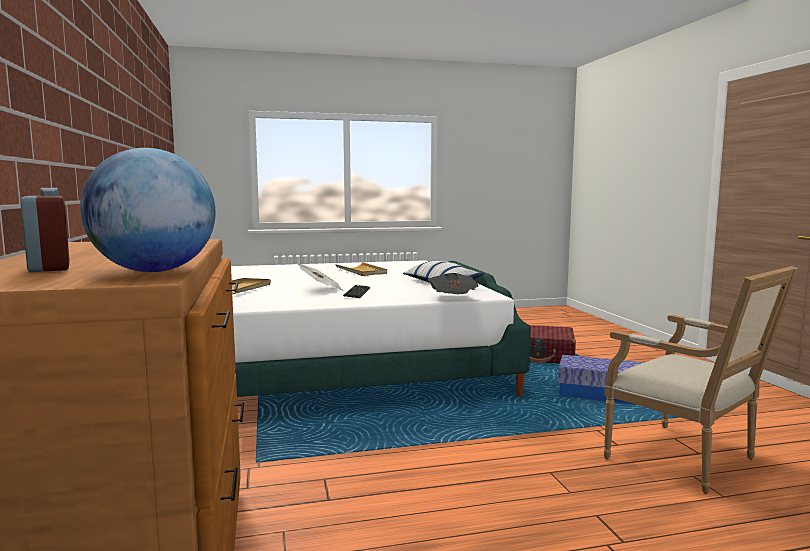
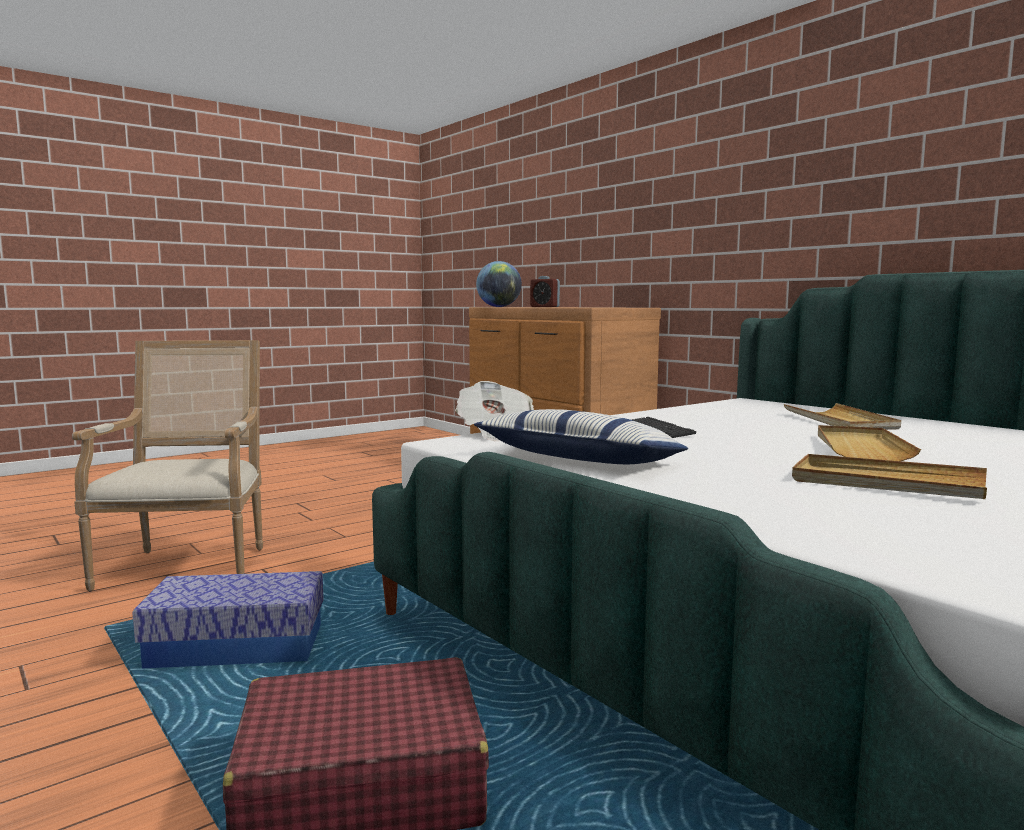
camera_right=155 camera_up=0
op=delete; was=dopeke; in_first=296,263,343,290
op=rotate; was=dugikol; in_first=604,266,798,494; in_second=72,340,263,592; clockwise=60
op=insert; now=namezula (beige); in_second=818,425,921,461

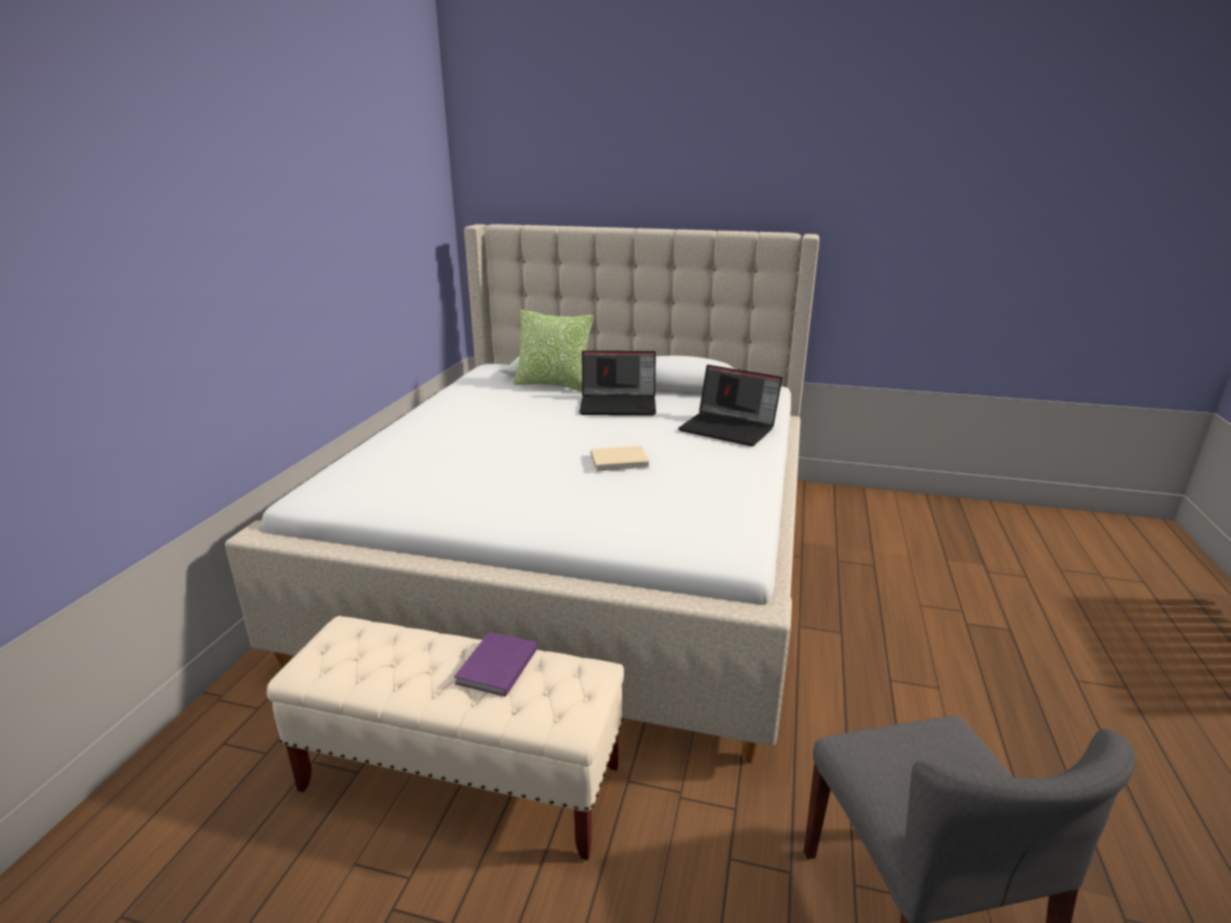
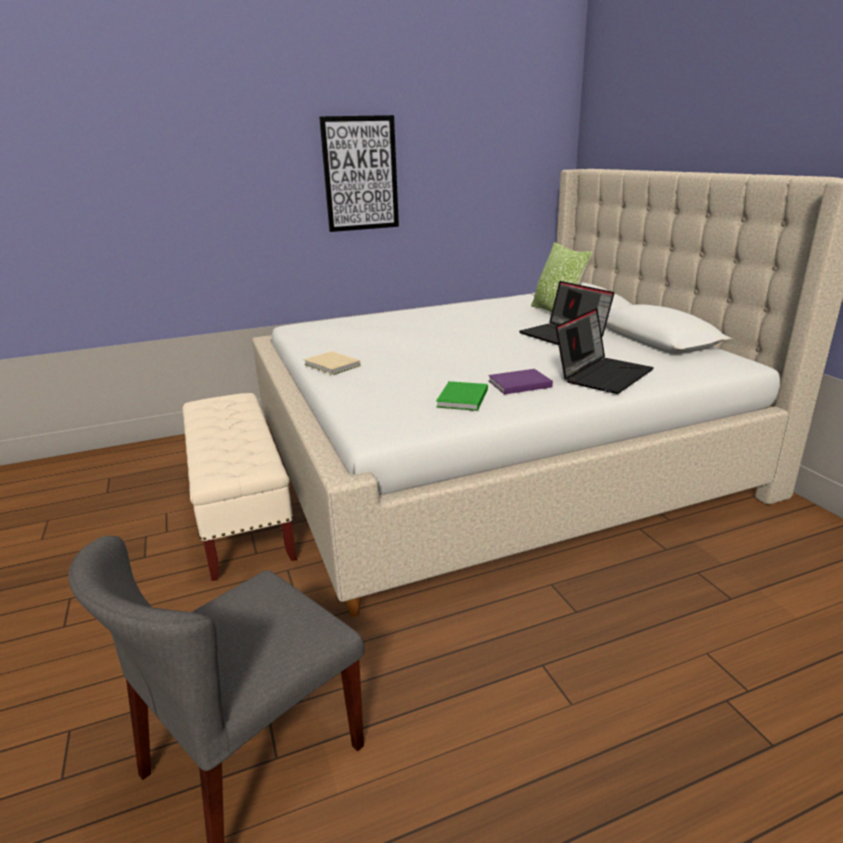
camera_right=55 camera_up=0
op=rotate; was=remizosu; in_first=678,365,782,446; in_second=556,308,654,394; clockwise=-135
op=move; was=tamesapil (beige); in_first=591,445,650,471; in_second=304,351,361,375
op=move; was=tamesapil (purple); in_first=454,632,537,697; in_second=488,369,553,394
op=insert; now=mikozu; in_second=319,115,399,232
op=insert; now=tamesapil (green); in_second=436,381,488,411

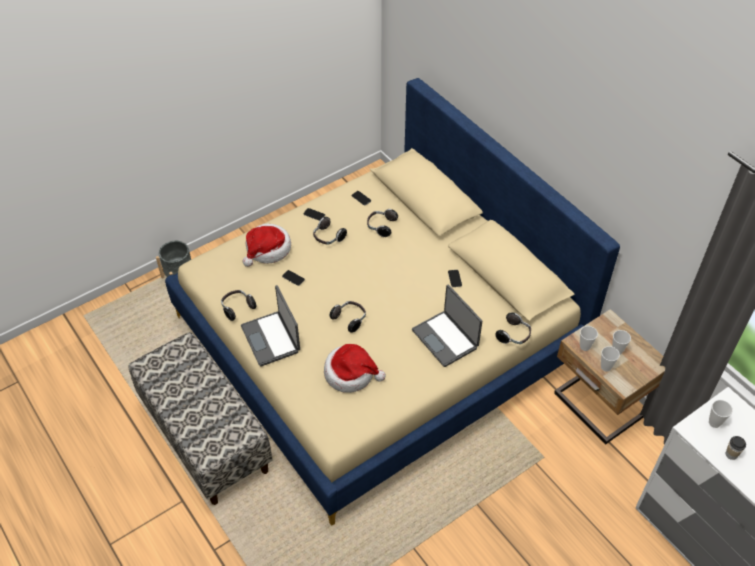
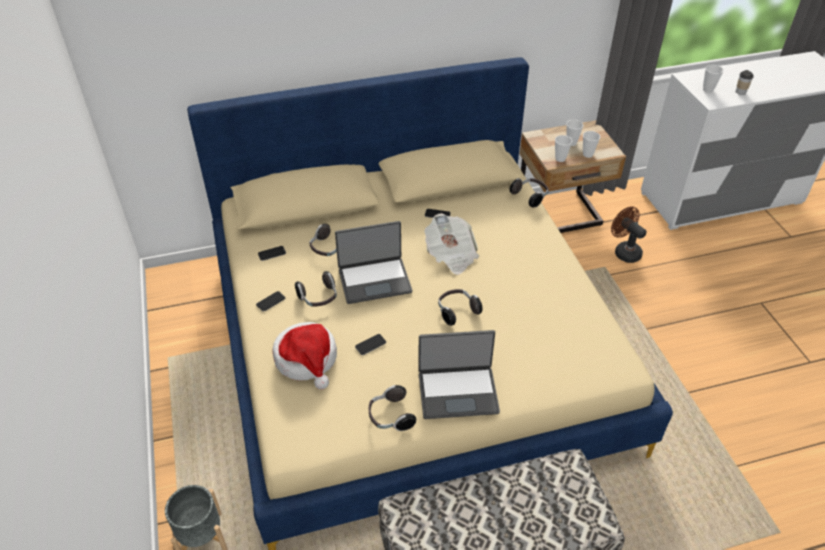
camera_right=-70 camera_up=-5
op=move; was=remizosu; in_first=412,285,482,367; in_second=335,221,412,304
op=delete; was=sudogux; in_first=324,344,386,393
op=insert; now=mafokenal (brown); in_second=611,207,646,263
op=insert; now=dopeke; in_second=424,213,479,275

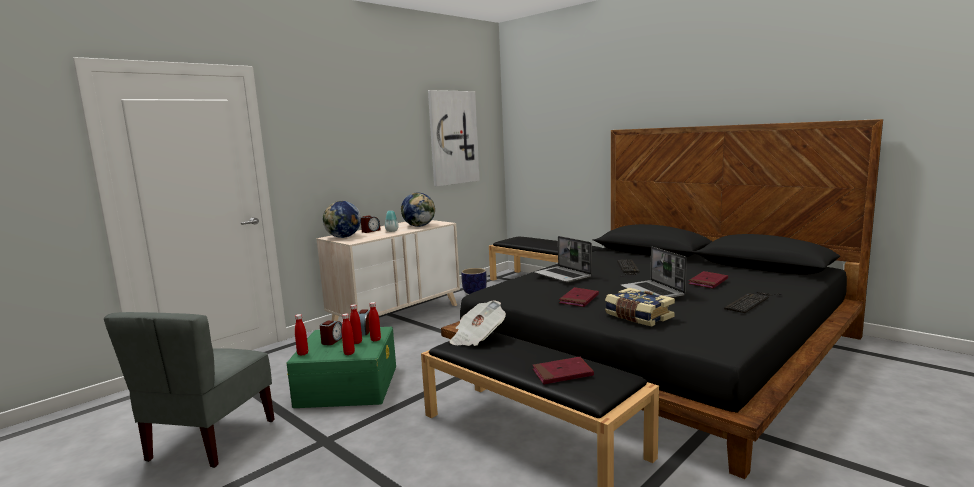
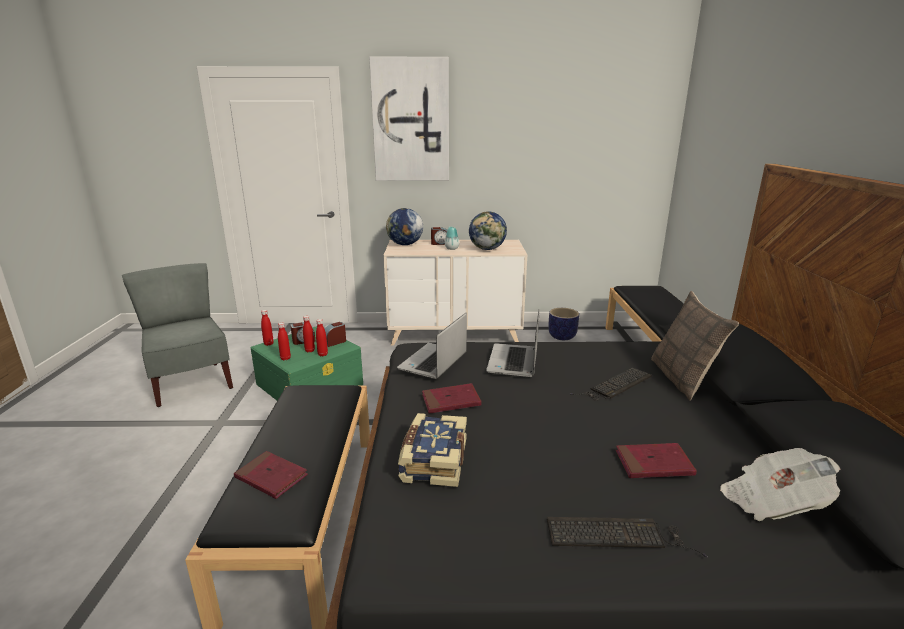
camera_right=45 camera_up=10
op=move; was=mikozu; in_first=428,90,480,187; in_second=369,57,449,181
op=move; was=remizosu; in_first=620,247,687,298; in_second=397,313,467,379
op=move; was=dopeke; in_first=449,300,506,346; in_second=720,448,840,521
op=rotate; was=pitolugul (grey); in_first=104,312,275,468; in_second=122,263,233,407; clockwise=90
op=insert; now=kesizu; in_second=651,291,739,401

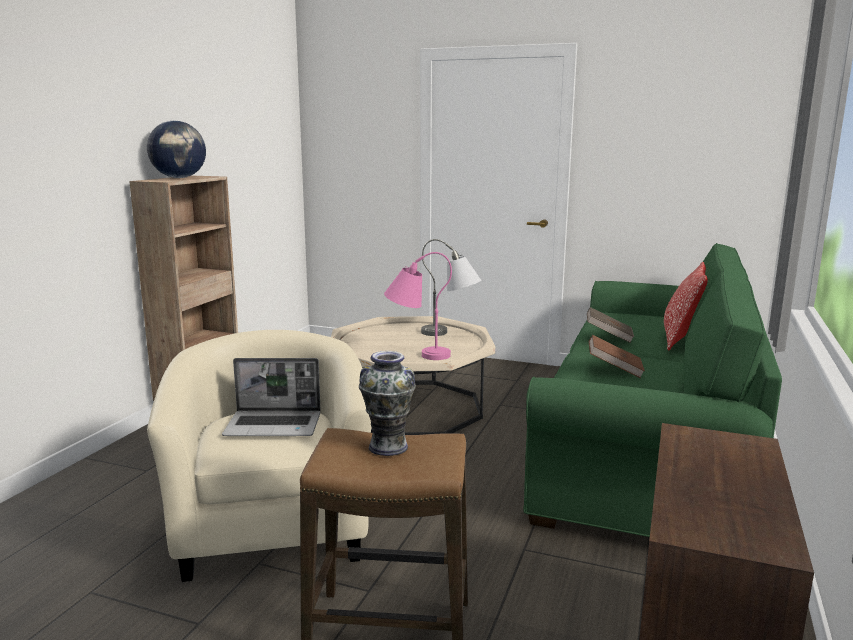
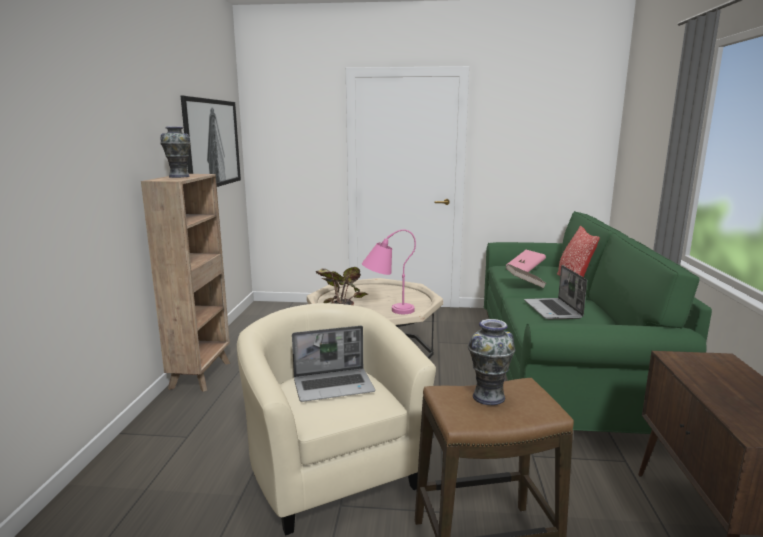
camera_right=-15 camera_up=0
op=replace; was=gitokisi; now=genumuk; in_first=147,121,206,178; in_second=160,127,191,178
op=delete; was=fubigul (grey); in_first=421,239,481,336
op=replace; was=tamesapil (brown); now=remizosu; in_first=589,335,645,378; in_second=524,265,587,319
op=insert; now=mikozu; in_second=181,96,241,187
op=insert; now=tamesapil (pink); in_second=506,250,546,272
op=insert; now=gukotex; in_second=316,267,368,305

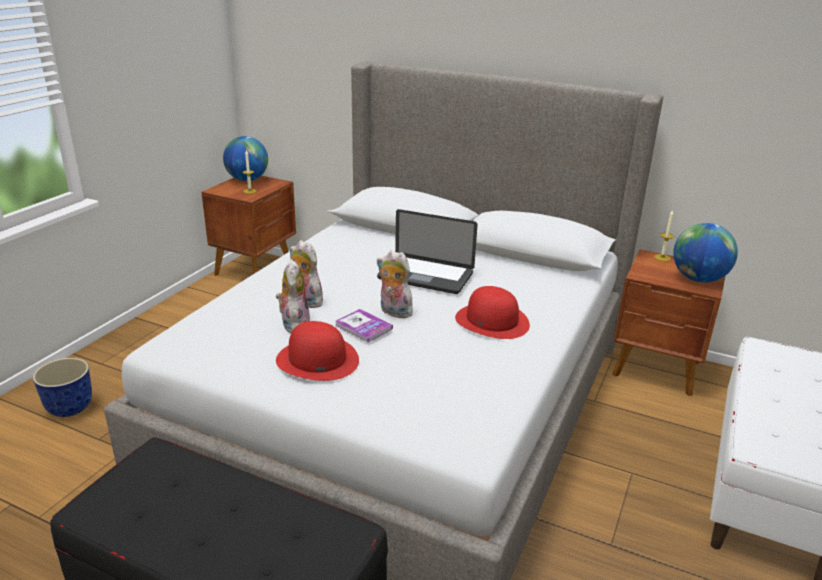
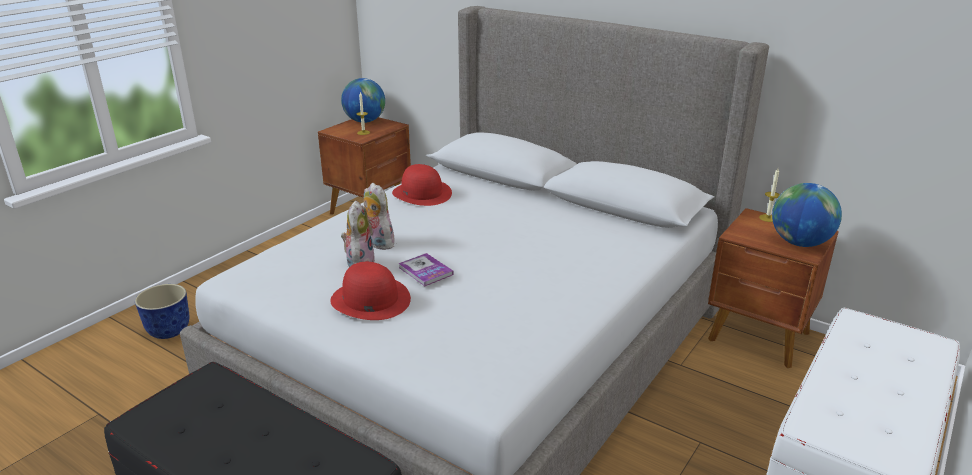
camera_right=10 camera_up=0
op=delete; was=remizosu; in_first=377,209,478,294
op=delete; was=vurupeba; in_first=377,250,413,318
op=move; was=sudogux (red); in_first=455,286,530,339; in_second=392,164,452,206

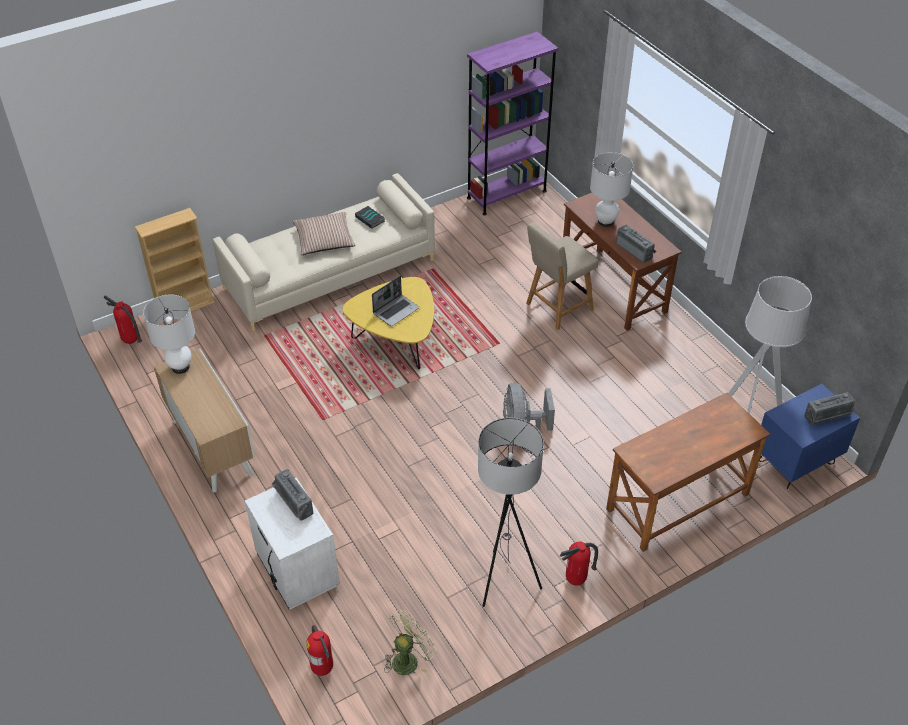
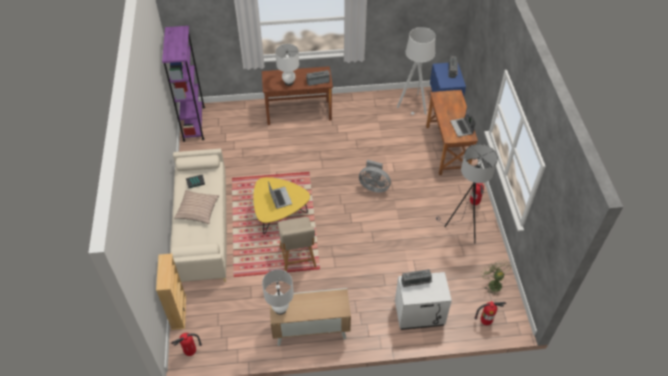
camera_right=-65 camera_up=5
op=move; was=pitolugul (beige); in_first=526,223,598,330; in_second=278,217,316,272
op=insert; now=remizosu; in_second=450,108,476,137

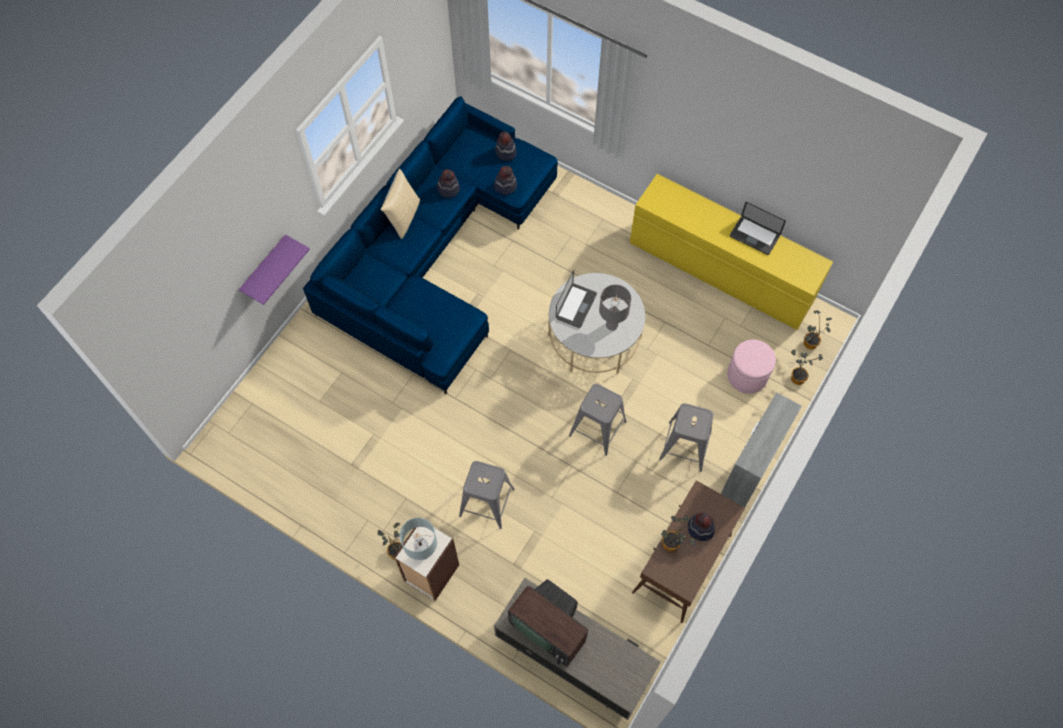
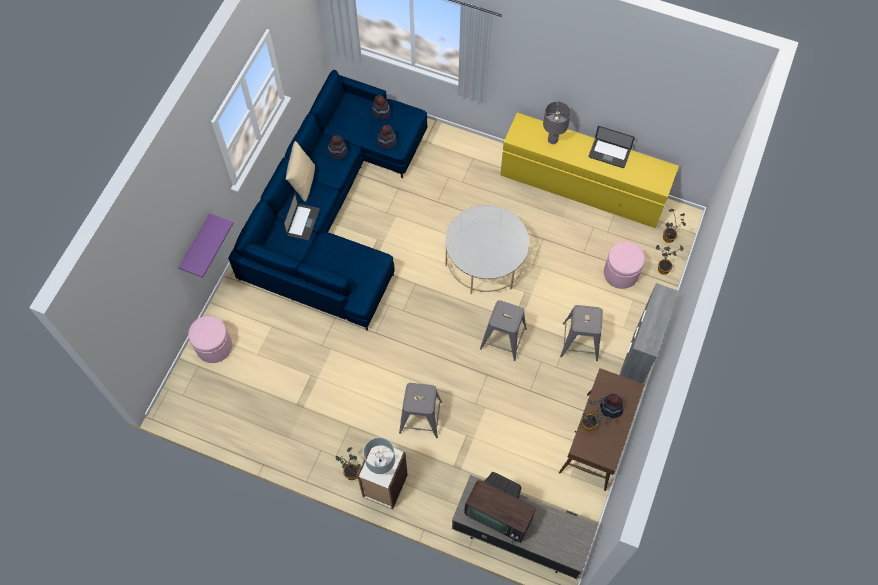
camera_right=-10 camera_up=0
op=move; was=remizosu; in_first=556,270,597,328; in_second=284,192,320,241
op=move; was=fubigul (grey); in_first=599,285,631,331; in_second=543,101,571,144
op=insert; now=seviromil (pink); in_second=188,316,232,363

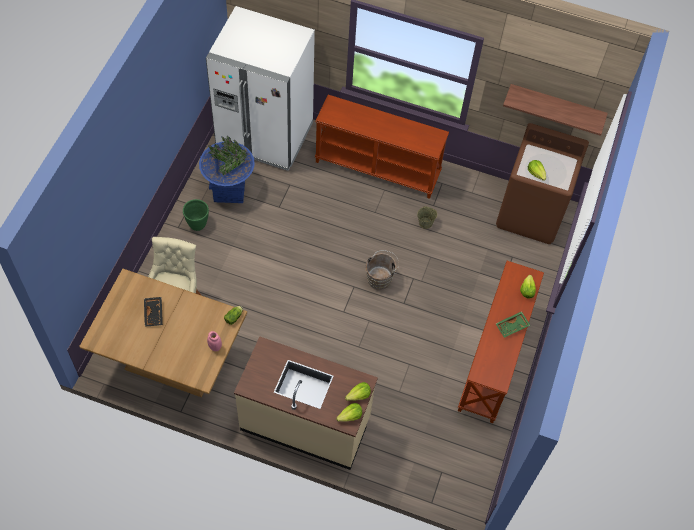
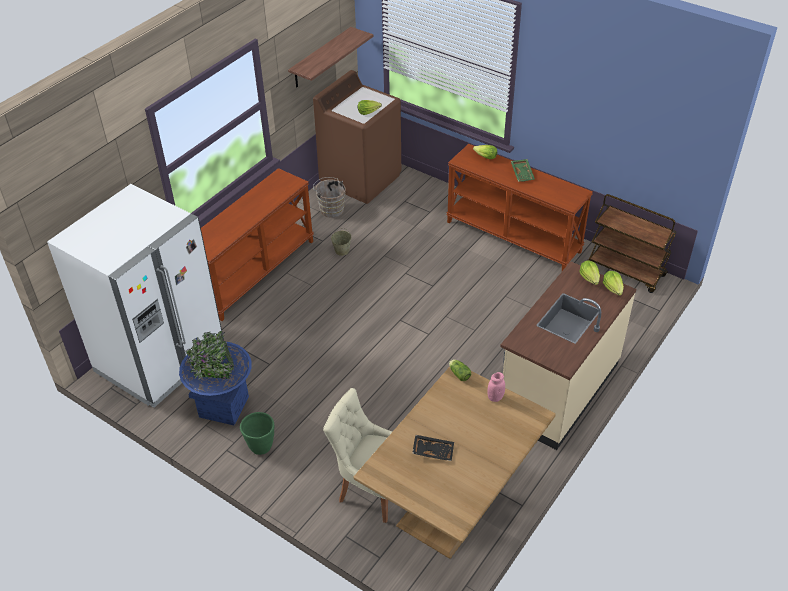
camera_right=-70 camera_up=-15
op=move; was=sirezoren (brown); in_first=366,250,399,290; in_second=313,177,346,218
op=insert; now=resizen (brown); in_second=588,194,677,293

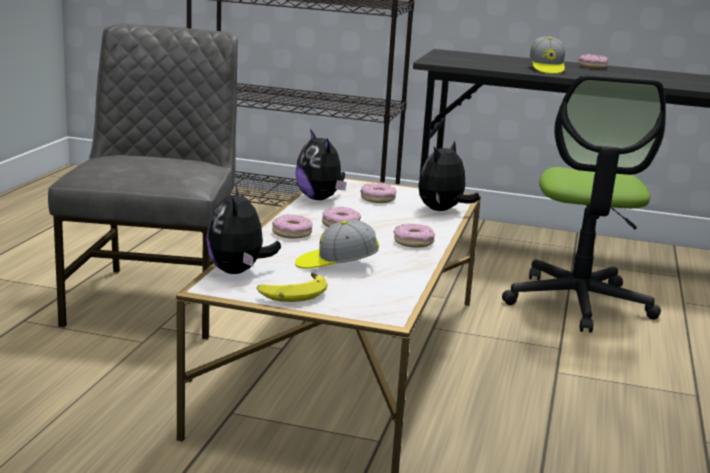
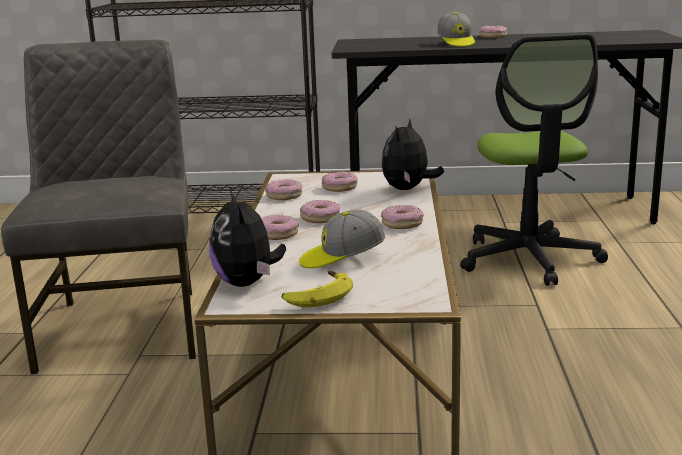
camera_right=-10 camera_up=0
op=replace; was=vurupeba; now=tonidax; in_first=295,129,347,200; in_second=265,179,302,200

